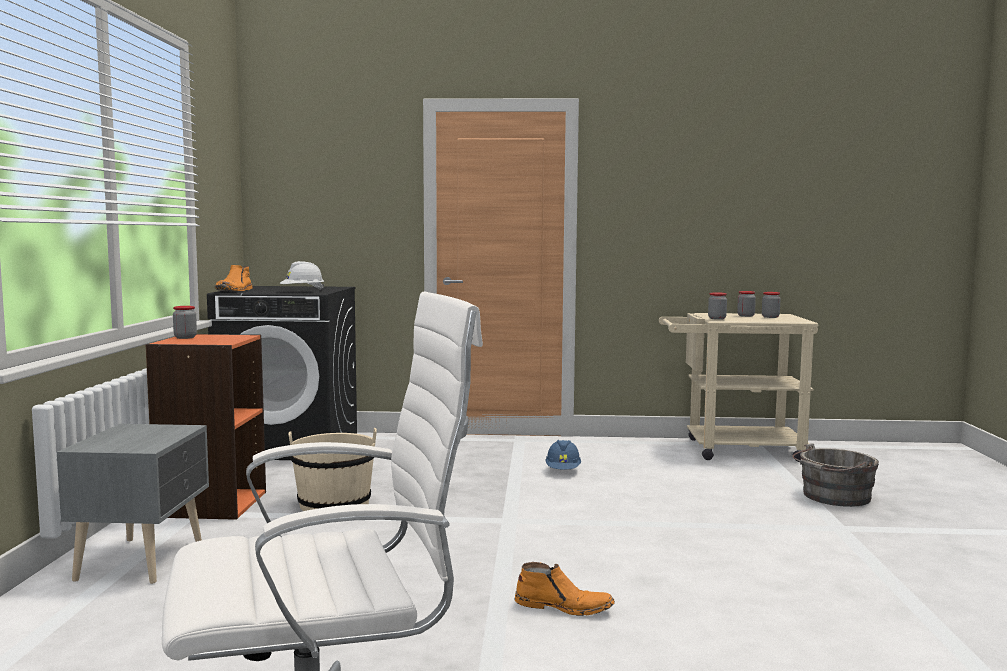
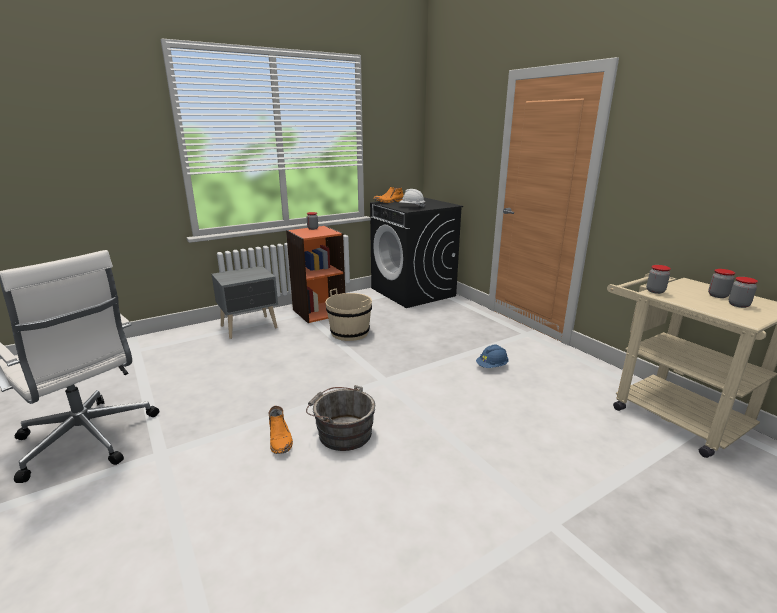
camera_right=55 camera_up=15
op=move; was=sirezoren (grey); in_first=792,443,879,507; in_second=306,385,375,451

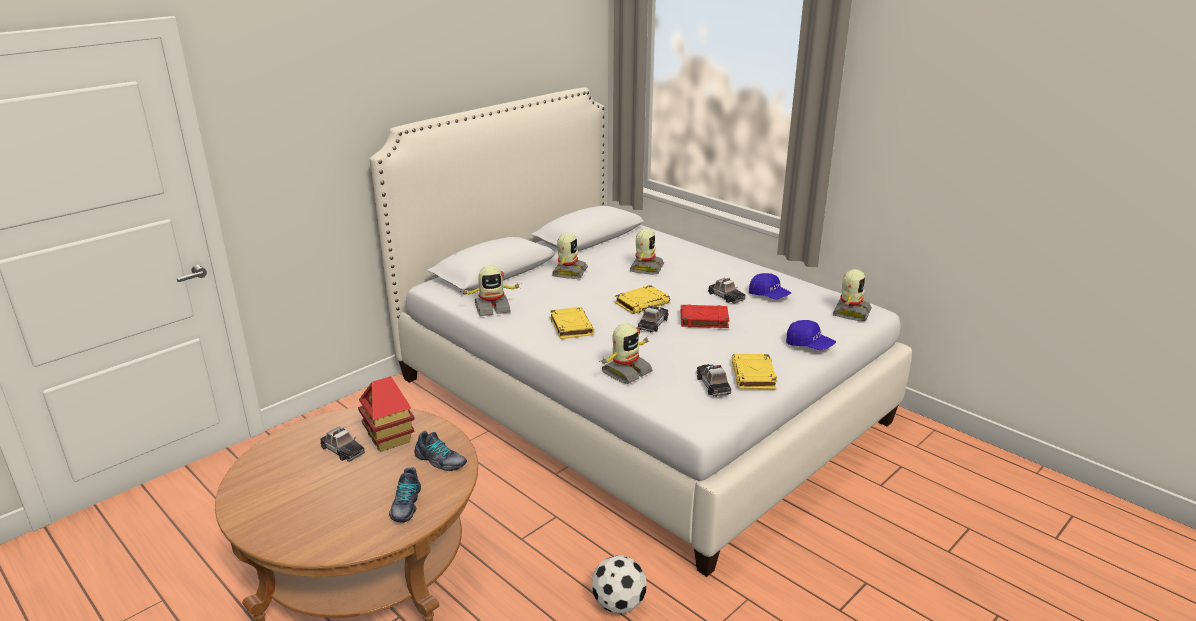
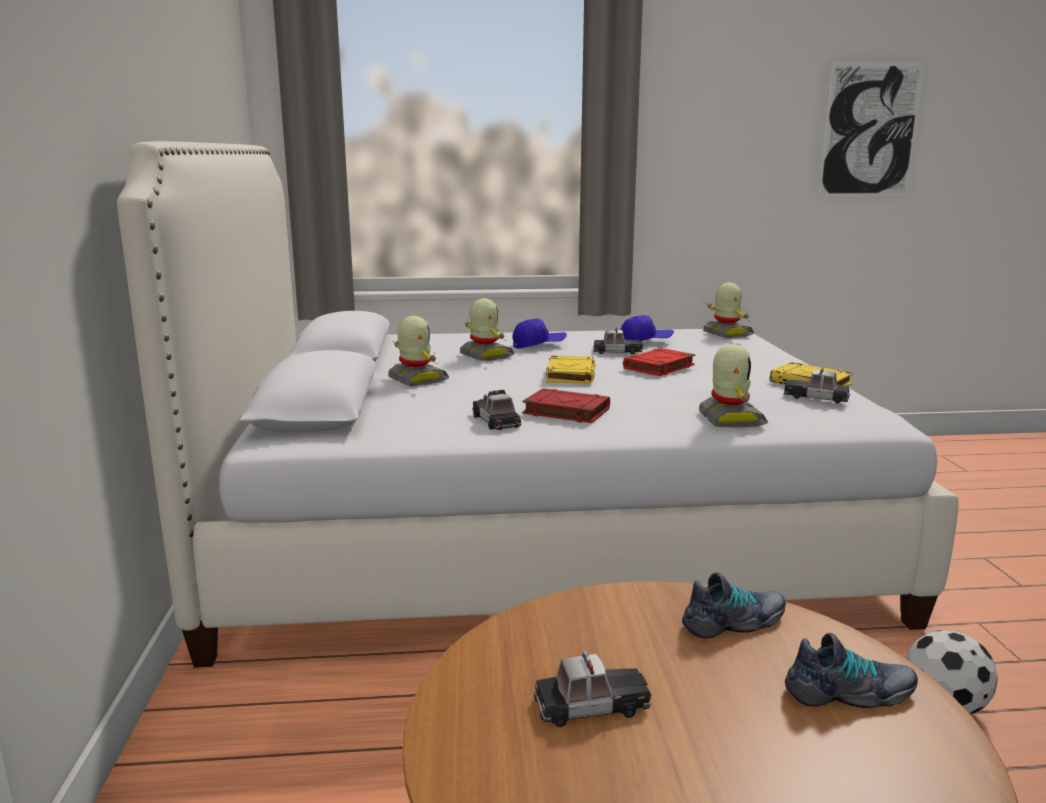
camera_right=-50 camera_up=-10
op=delete; was=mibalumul; in_first=460,265,521,316
op=move; was=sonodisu; in_first=638,305,669,332; in_second=472,390,521,430
op=recolor; was=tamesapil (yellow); now=tamesapil (red); in_first=550,307,594,339; in_second=523,388,610,423
op=move; was=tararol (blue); in_first=786,320,836,350; in_second=513,318,567,349
op=delete; was=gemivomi; in_first=358,376,415,452
op=rotate; was=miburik; in_first=389,468,421,523; in_second=785,633,918,708; clockwise=-45
op=insert; now=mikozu; in_second=818,62,924,196

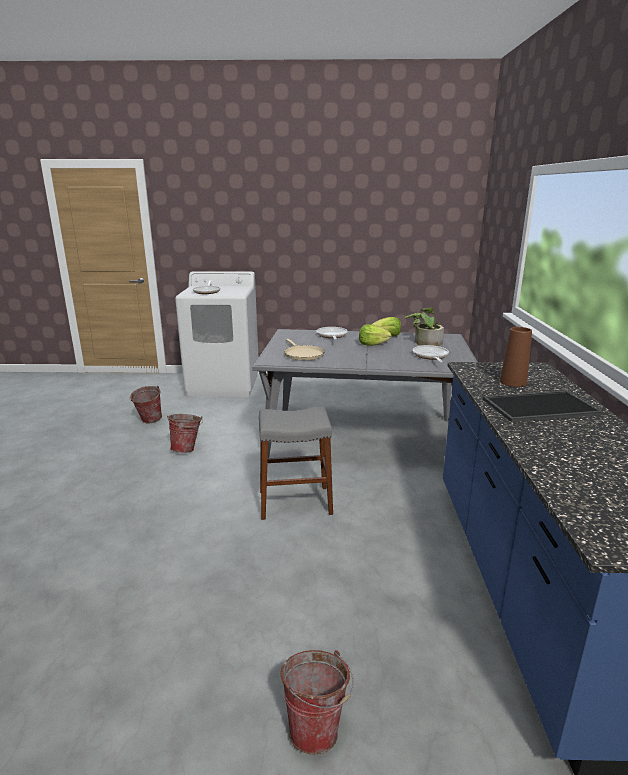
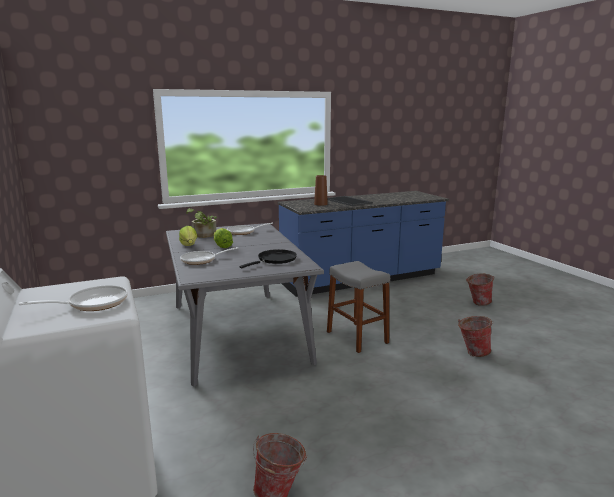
camera_right=-115 camera_up=-5
op=recolor; was=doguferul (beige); now=doguferul (black); in_first=284,339,325,361; in_second=240,249,297,268
op=move; was=sirezoren; in_first=167,414,203,453; in_second=458,316,494,357

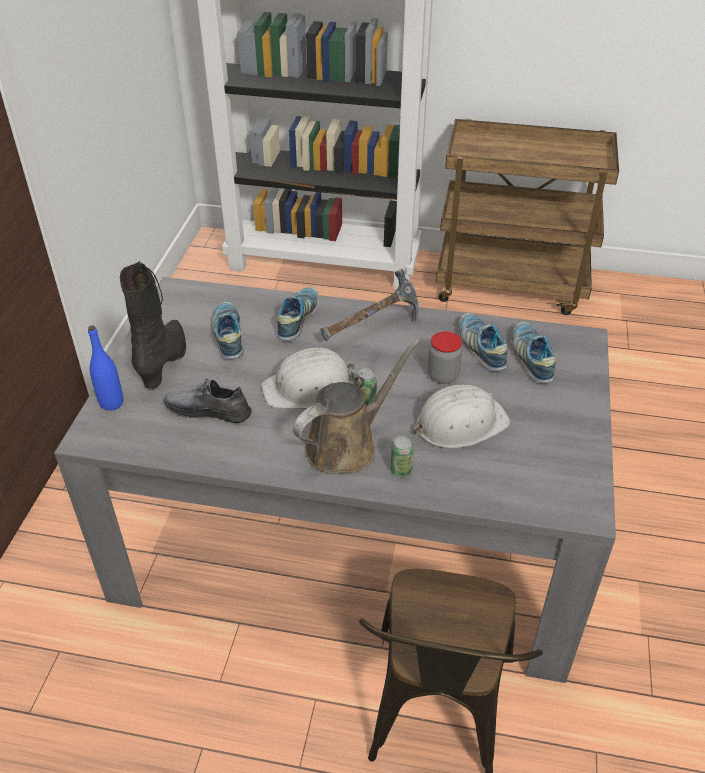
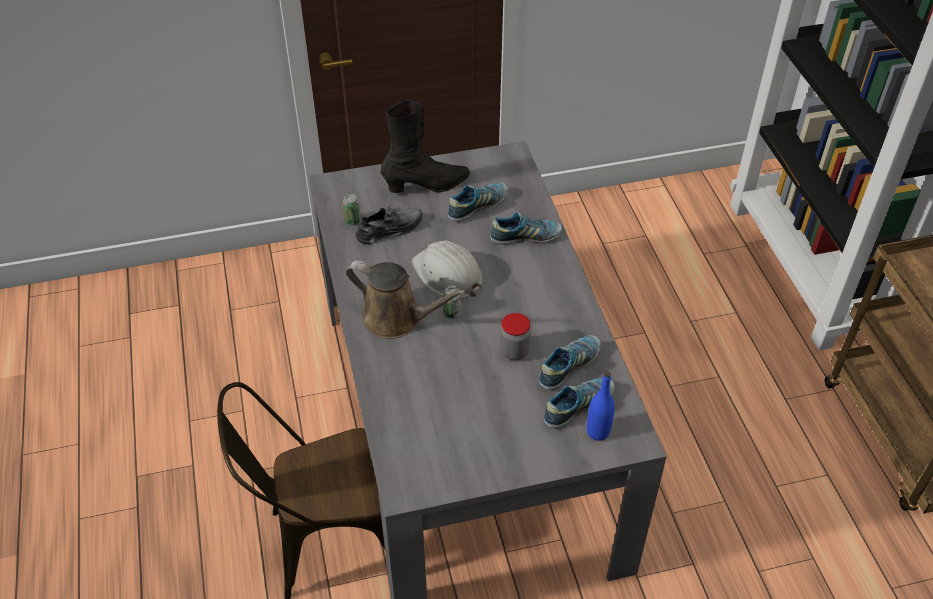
camera_right=65 camera_up=5
op=delete; was=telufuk; in_first=320,269,419,341
op=move; was=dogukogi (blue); in_first=88,325,123,410; in_second=587,371,615,441
op=rotate; was=miburik (grey); in_first=164,378,251,423; in_second=356,206,422,245; clockwise=75
op=delete; was=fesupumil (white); in_first=414,385,511,448
op=move; was=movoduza; in_first=391,436,414,477; in_second=343,194,361,225

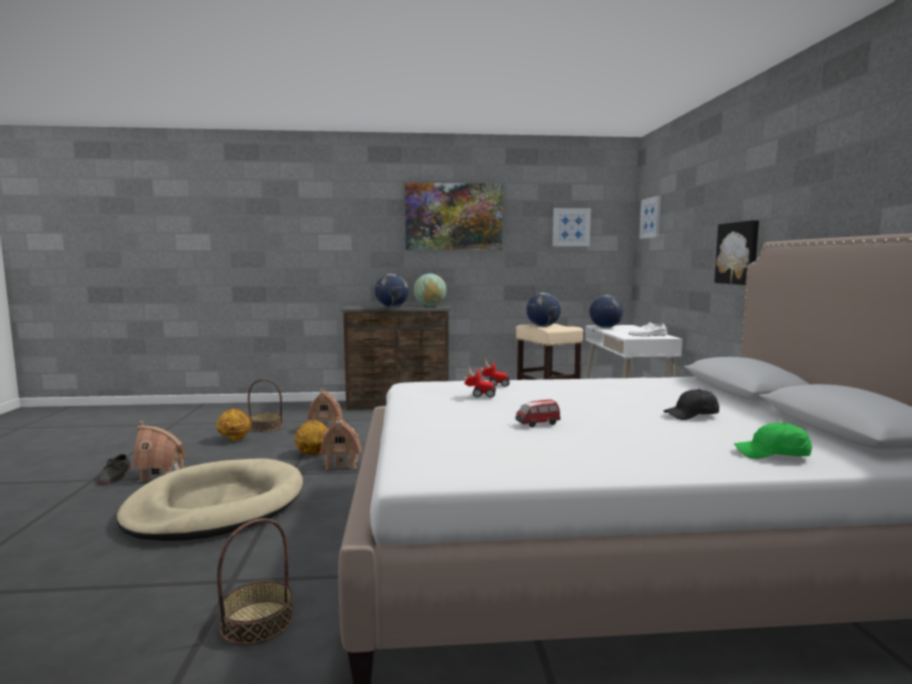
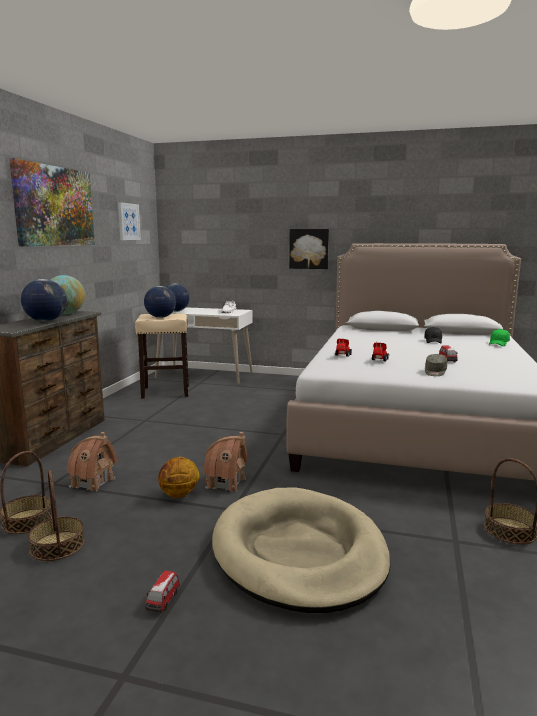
camera_right=-70 camera_up=5
op=delete; was=mikozu; in_first=639,196,661,239
op=replace; was=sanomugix; now=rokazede; in_first=217,409,251,441; in_second=28,470,85,561
op=replace; was=gemivomi; now=sonodisu; in_first=133,421,186,482; in_second=145,570,179,613
op=delete; was=miburik (grey); in_first=97,454,131,485
op=insert; now=tararol (grey); in_second=425,354,447,376

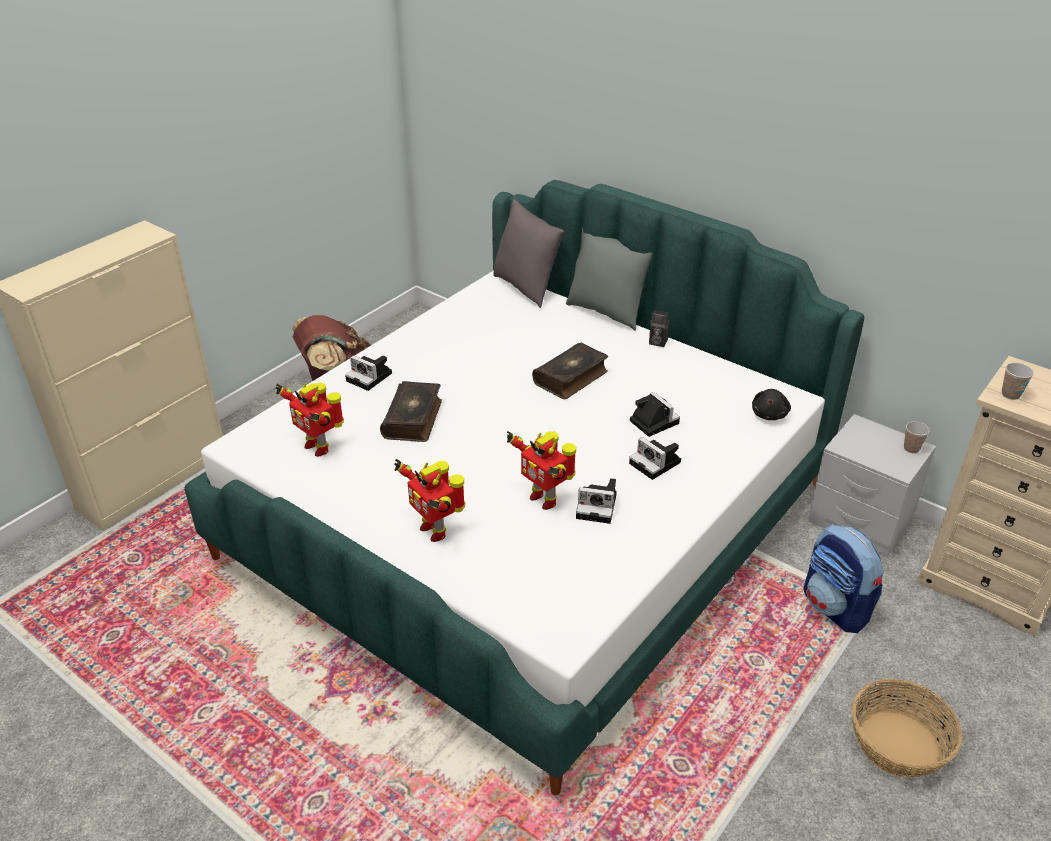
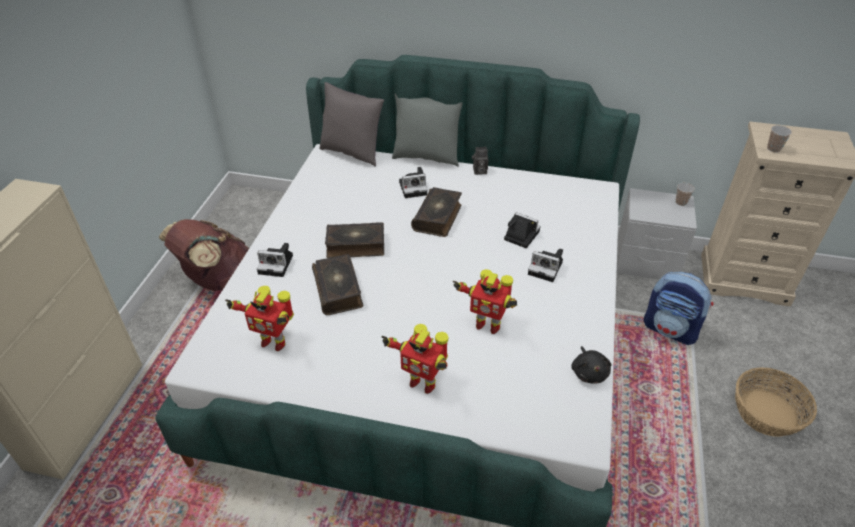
camera_right=-25 camera_up=5
op=move; was=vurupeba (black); in_first=752,389,791,420; in_second=571,346,612,384
op=move; was=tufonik; in_first=576,478,617,524; in_second=399,167,427,198
op=insert; now=tamesapil; in_second=325,222,384,258

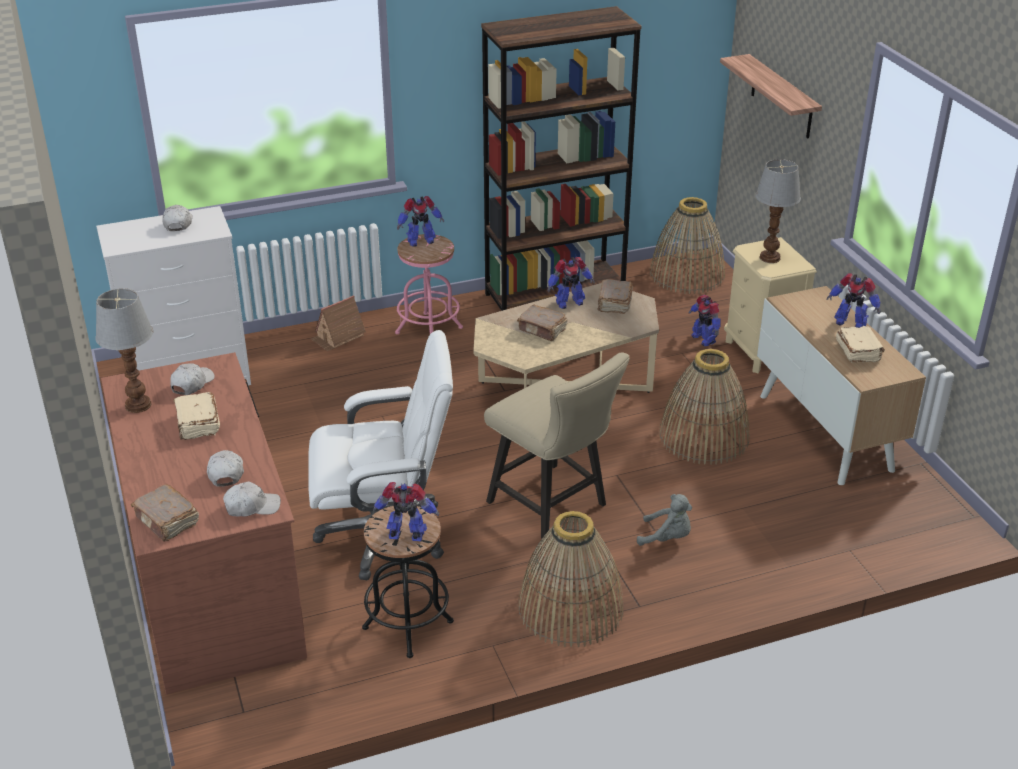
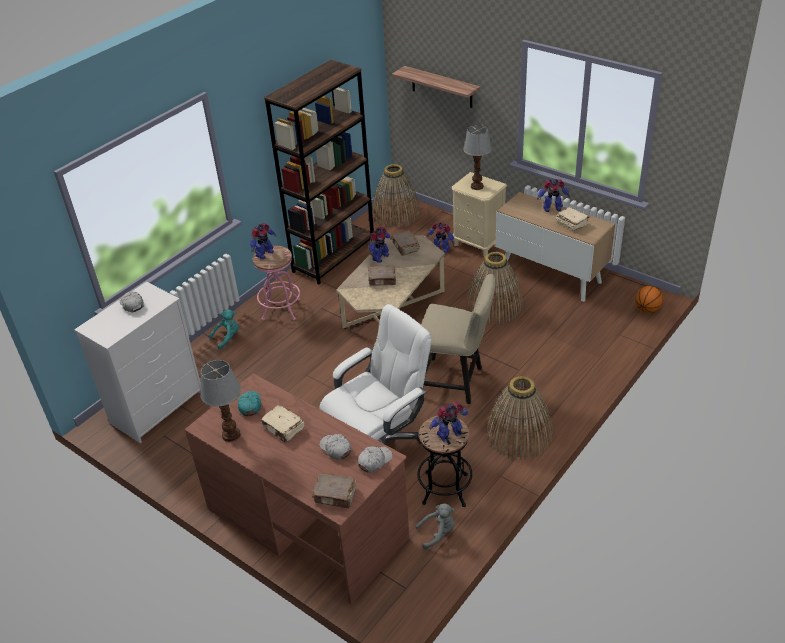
camera_right=-30 camera_up=5
op=replace; was=gemivomi; now=vurupeba (turquoise); in_first=311,295,366,351; in_second=209,309,239,349
op=recolor; was=tararol (white); now=tararol (turquoise); in_first=170,364,215,395; in_second=238,391,262,416
op=move; was=vurupeba (grey); in_first=637,494,692,546; in_second=416,503,455,549
op=insert; now=sanomugix; in_second=635,286,663,313

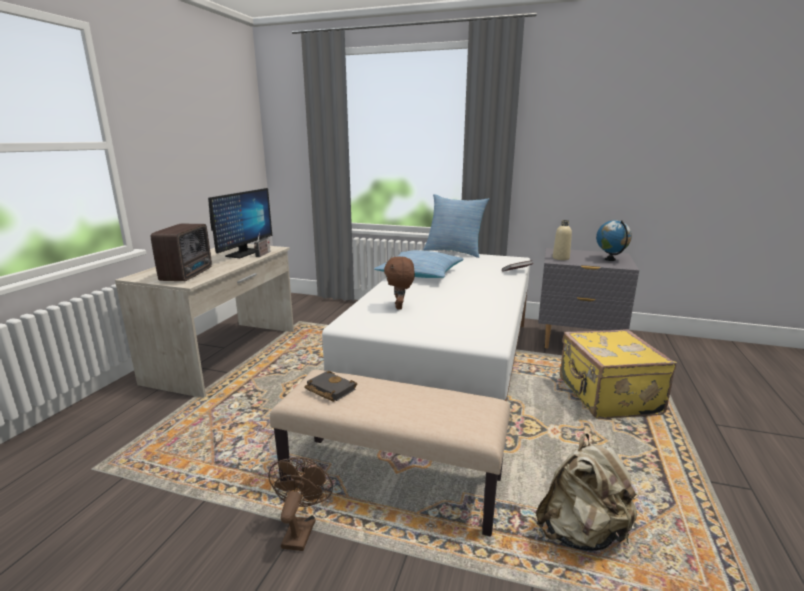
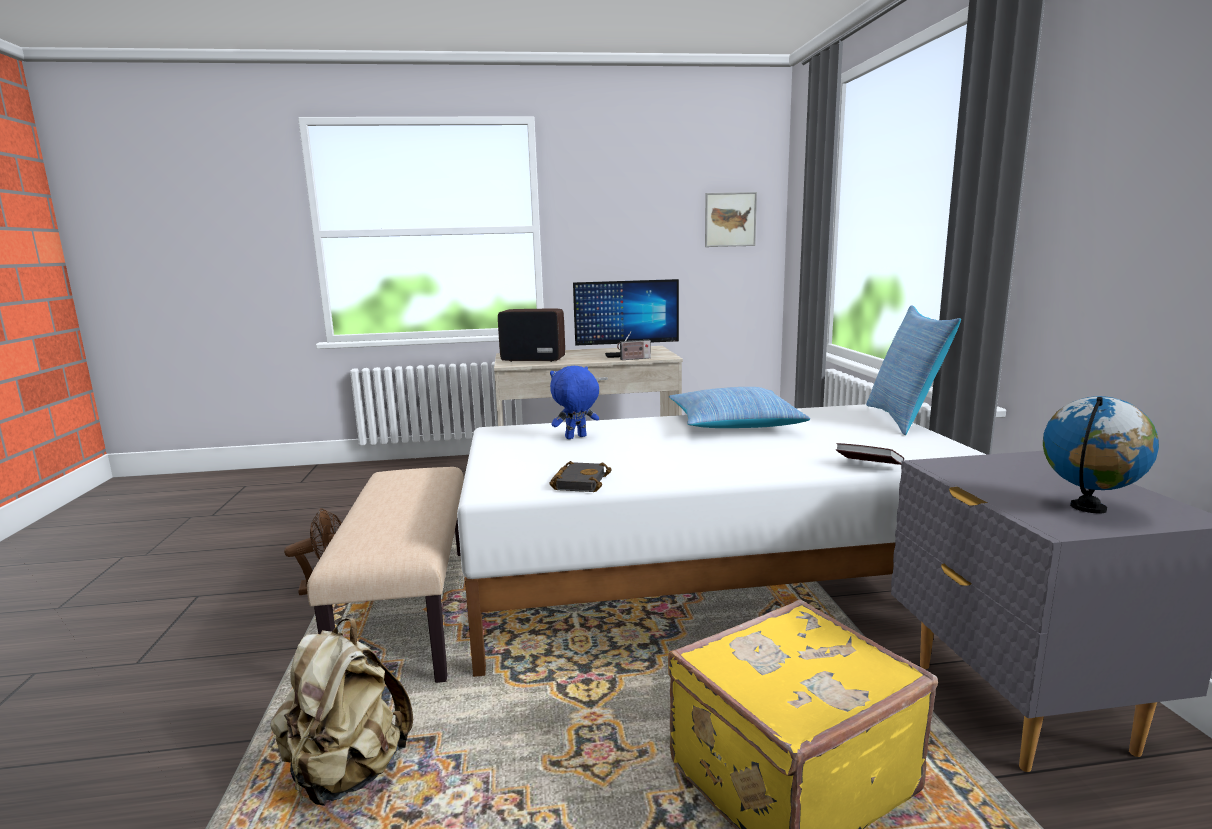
camera_right=65 camera_up=-5
op=delete; was=dogukogi (beige); in_first=553,220,572,260
op=rotate; was=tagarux; in_first=151,224,212,281; in_second=498,309,565,362; clockwise=-150
op=recolor; was=vurupeba (brown); now=vurupeba (blue); in_first=384,256,415,310; in_second=550,366,599,439
op=move; was=tamesapil (black); in_first=304,371,357,402; in_second=549,461,612,492
op=insert; now=mikozu; in_second=705,192,757,247

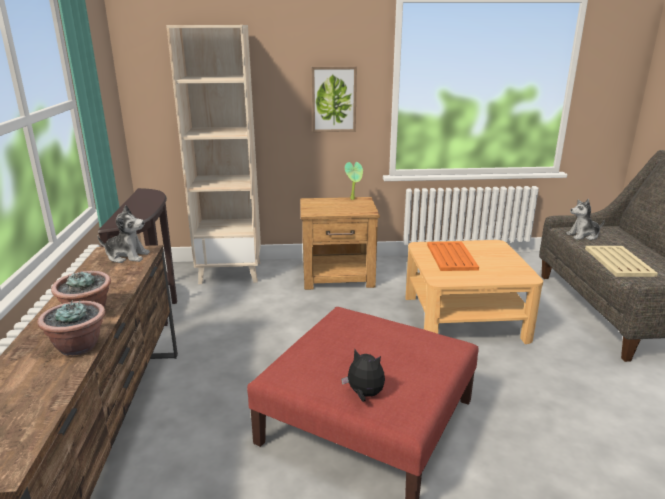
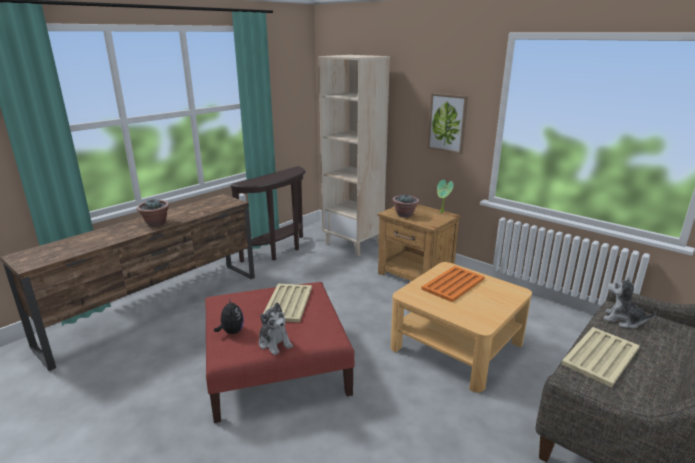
camera_right=45 camera_up=0
op=move; was=vurupeba; in_first=97,205,150,263; in_second=259,302,293,355
op=move; was=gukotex; in_first=37,300,105,356; in_second=392,194,419,217
op=insert; now=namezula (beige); in_second=263,284,312,322

